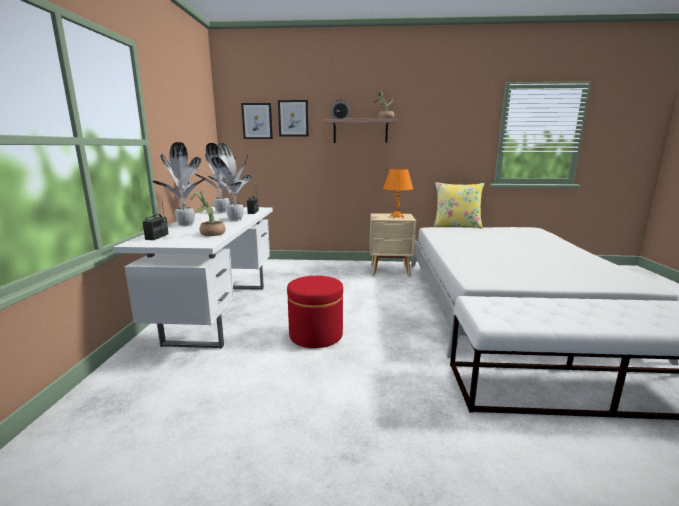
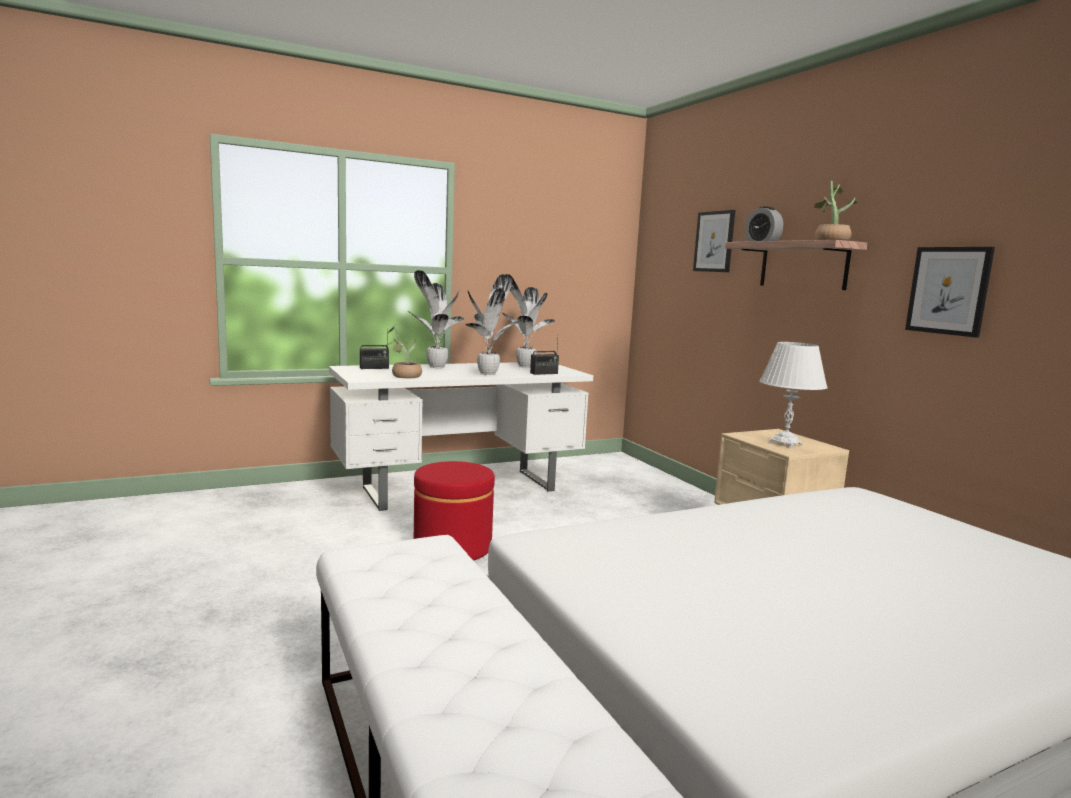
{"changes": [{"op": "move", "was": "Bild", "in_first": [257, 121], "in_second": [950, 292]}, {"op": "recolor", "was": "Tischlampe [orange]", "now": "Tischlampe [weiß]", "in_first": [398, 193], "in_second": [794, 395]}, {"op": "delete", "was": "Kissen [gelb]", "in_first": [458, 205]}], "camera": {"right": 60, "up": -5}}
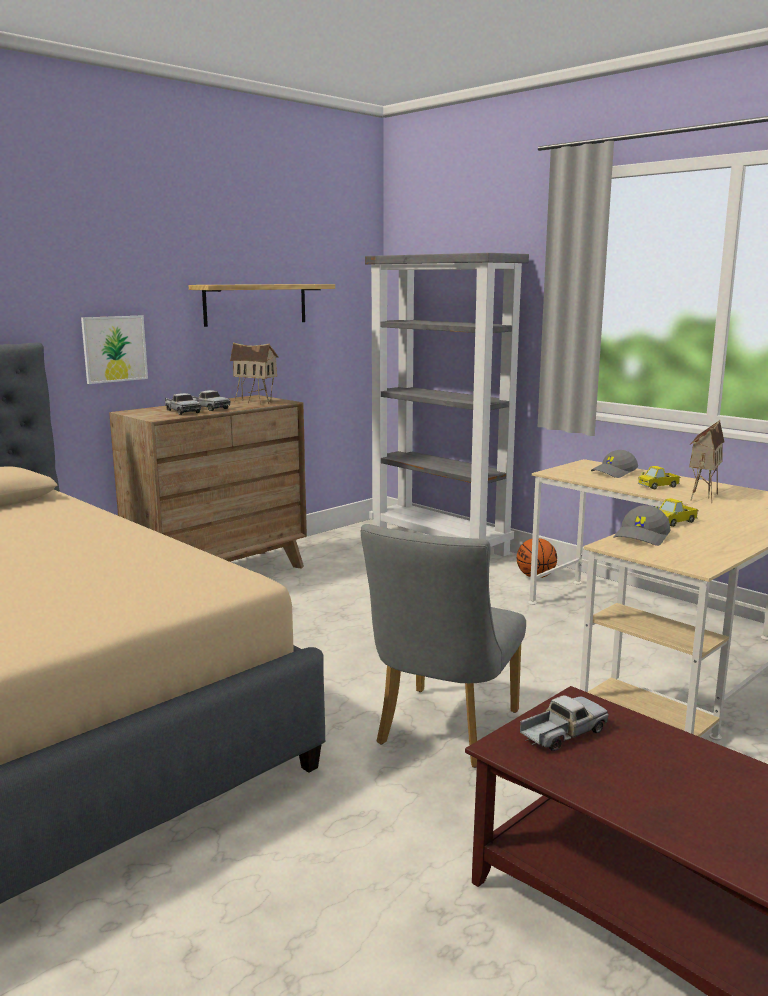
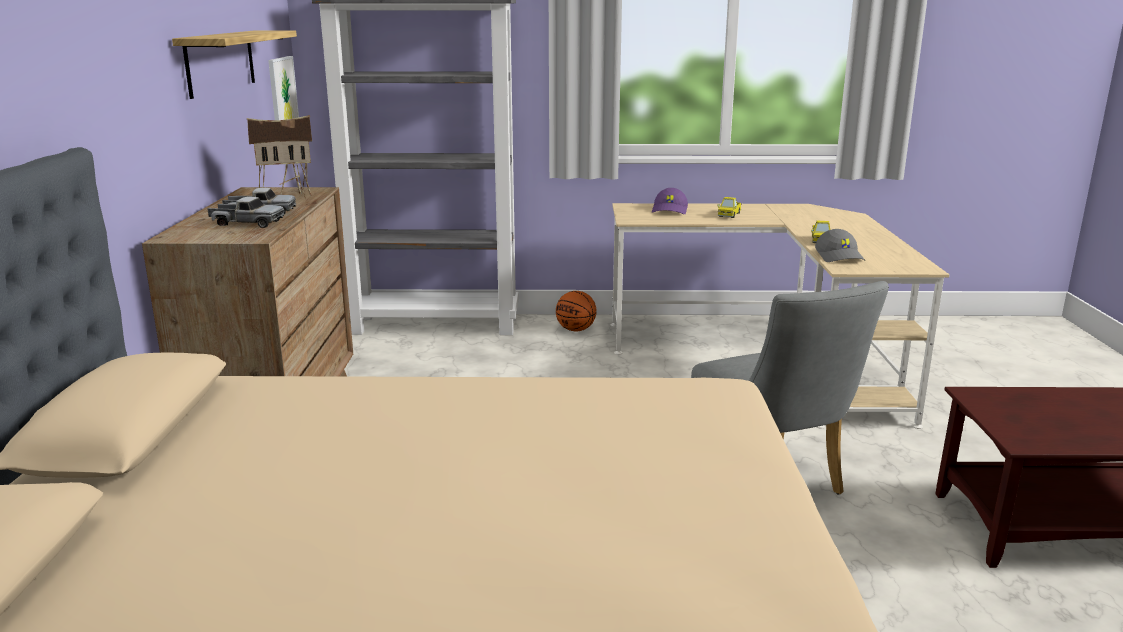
{"changes": [{"op": "move", "was": "Bild", "in_first": [114, 349], "in_second": [283, 88]}, {"op": "delete", "was": "Spielzeughaus", "in_first": [707, 461]}, {"op": "recolor", "was": "Kappe [grau]", "now": "Kappe [lila]", "in_first": [614, 464], "in_second": [670, 201]}, {"op": "delete", "was": "Spielzeuglaster", "in_first": [564, 723]}], "camera": {"right": -45, "up": 5}}
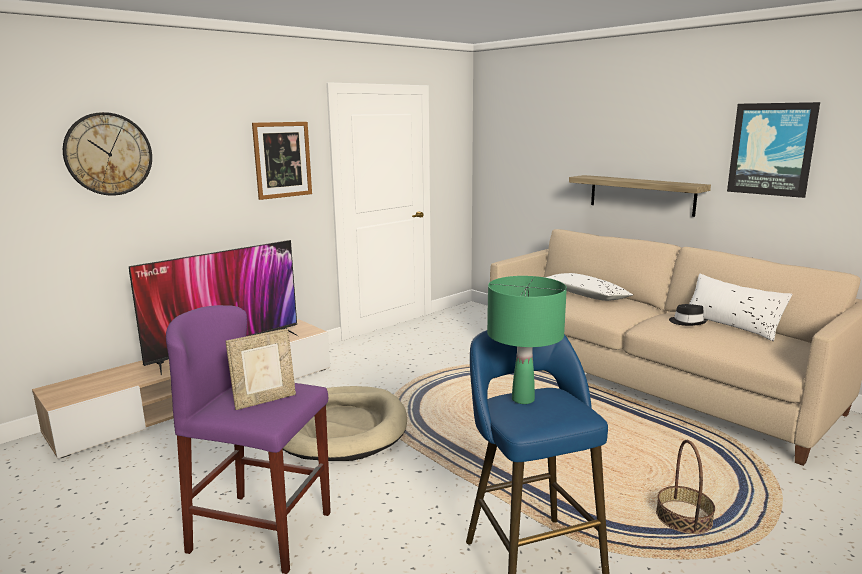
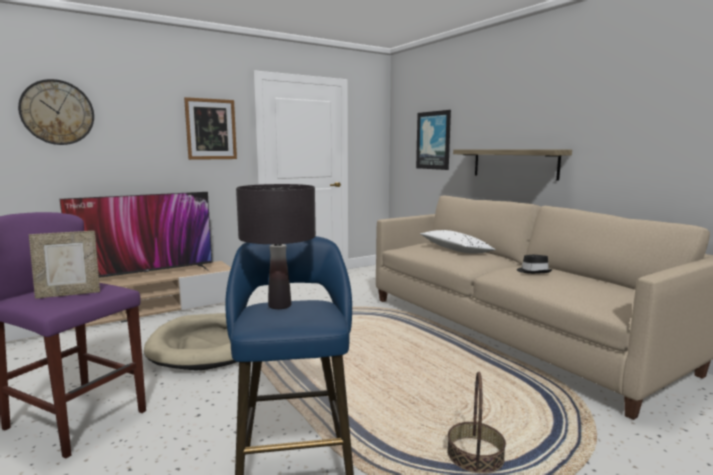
{"changes": [{"op": "move", "was": "Bild", "in_first": [773, 150], "in_second": [433, 140]}, {"op": "delete", "was": "Kissen [weiß]", "in_first": [740, 307]}, {"op": "recolor", "was": "Tischlampe [grün]", "now": "Tischlampe [schwarz]", "in_first": [527, 340], "in_second": [276, 246]}], "camera": {"right": 10, "up": -5}}
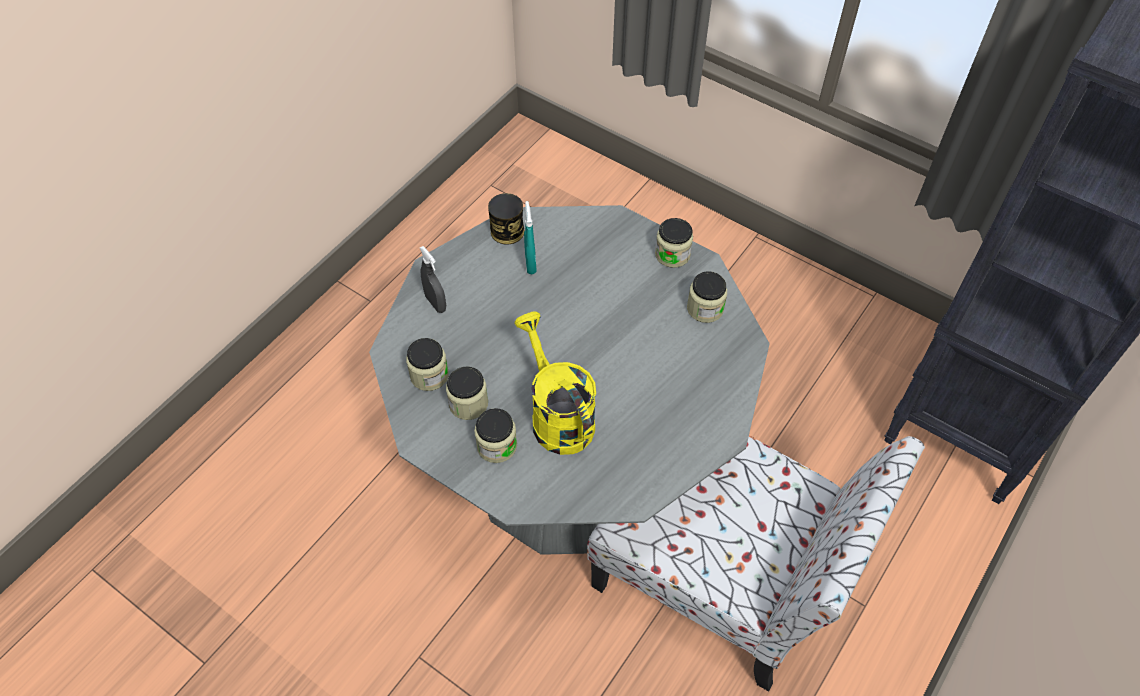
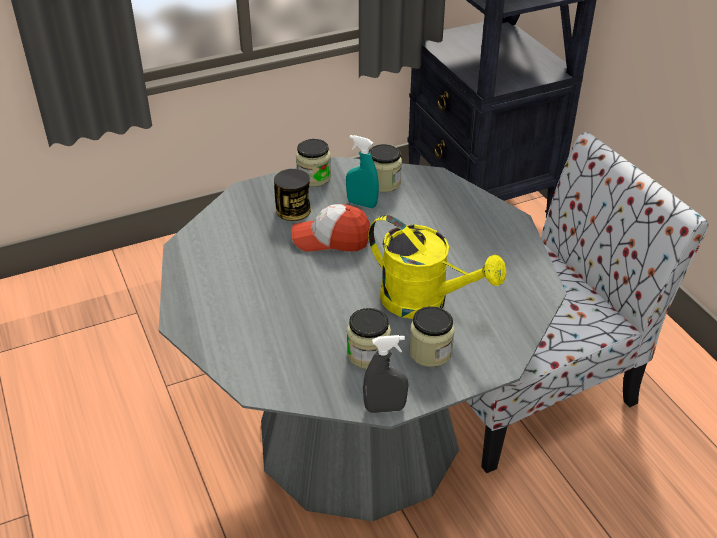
{"changes": [{"op": "move", "was": "Dose", "in_first": [506, 219], "in_second": [292, 195]}, {"op": "move", "was": "Sprühflasche [türkis]", "in_first": [530, 237], "in_second": [362, 171]}, {"op": "move", "was": "Sprühflasche [grau]", "in_first": [433, 279], "in_second": [385, 374]}, {"op": "rotate", "was": "Gießkanne [gelb]", "in_first": [555, 383], "in_second": [437, 267], "clockwise": -150}, {"op": "delete", "was": "Vorratsglas", "in_first": [427, 364]}, {"op": "insert", "now": "Kappe", "in_second": [331, 228]}], "camera": {"right": -60, "up": -15}}
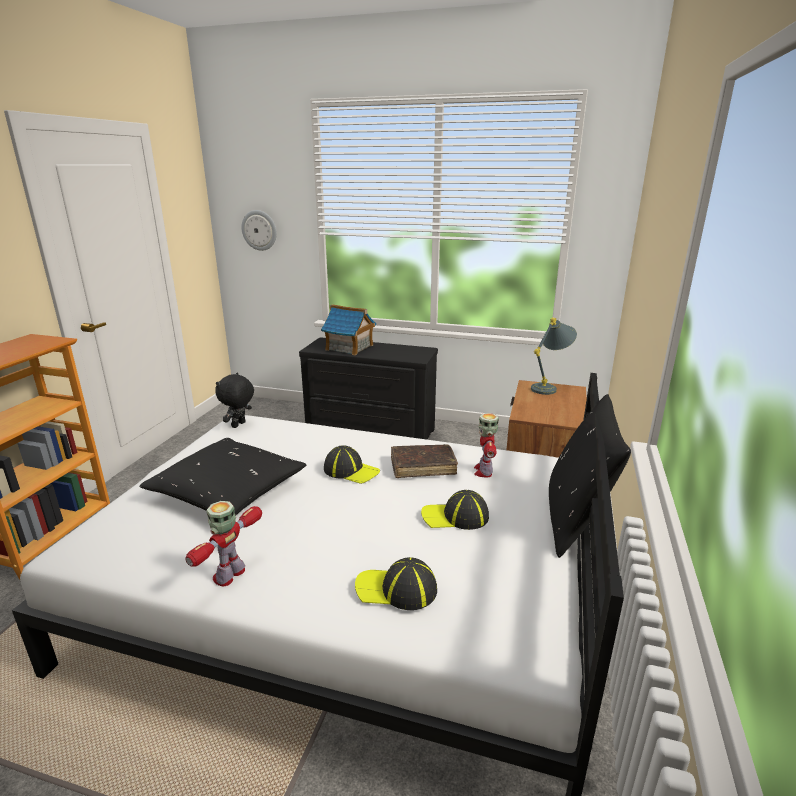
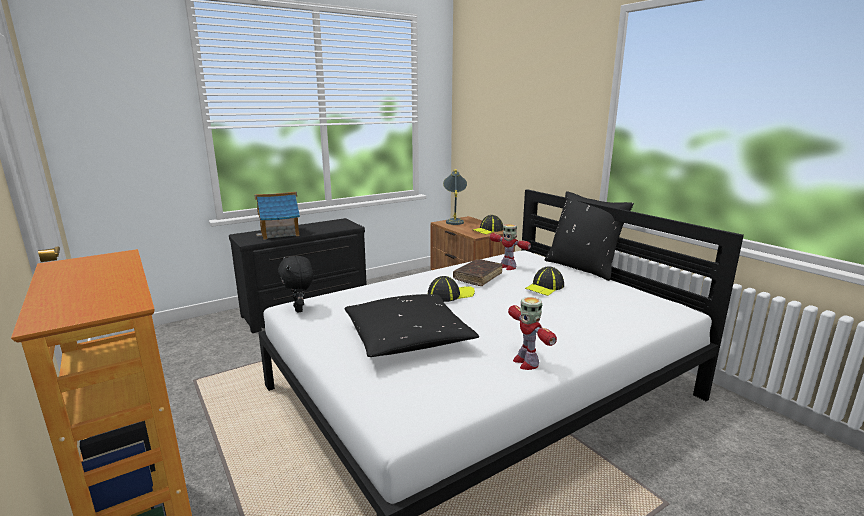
{"changes": [{"op": "delete", "was": "Wanduhr", "in_first": [259, 230]}, {"op": "move", "was": "Kappe", "in_first": [396, 583], "in_second": [488, 225]}], "camera": {"right": -50, "up": -5}}
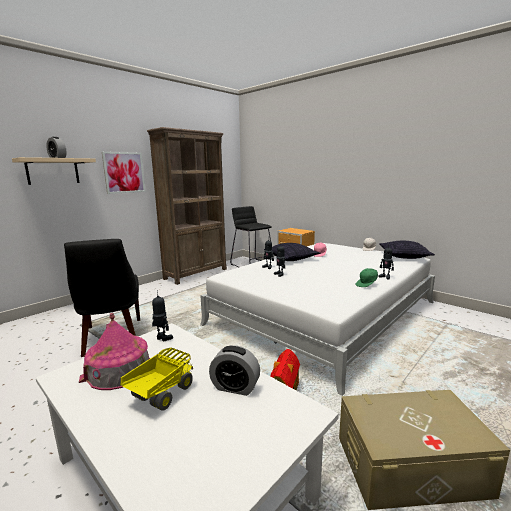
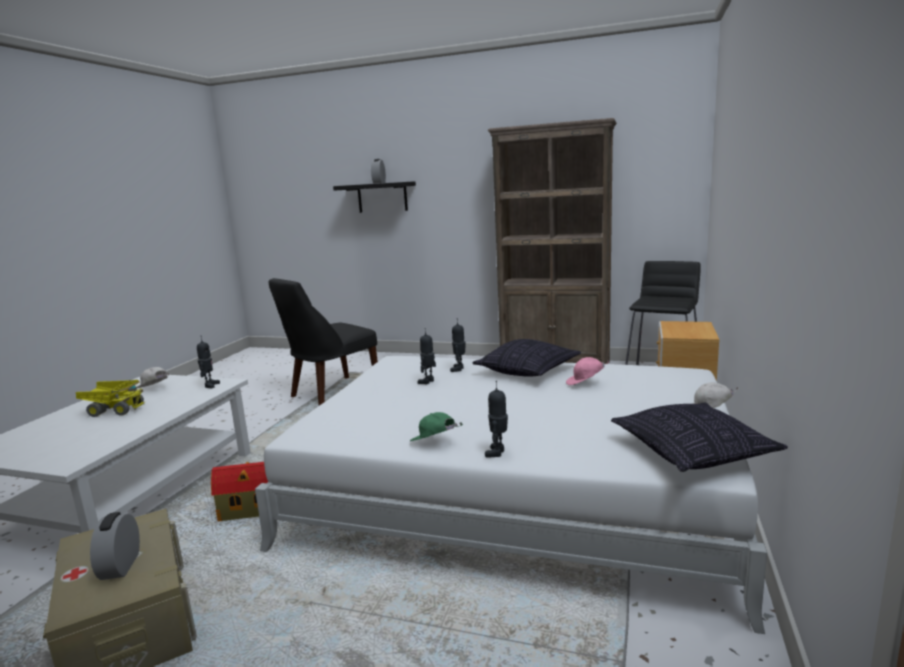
{"changes": [{"op": "delete", "was": "Bild", "in_first": [123, 173]}, {"op": "recolor", "was": "Wandregal [beige]", "now": "Wandregal [schwarz]", "in_first": [54, 171], "in_second": [374, 197]}, {"op": "replace", "was": "Spielzeughaus", "now": "Kappe [weiß]", "in_first": [114, 351], "in_second": [152, 377]}, {"op": "move", "was": "Wecker", "in_first": [234, 370], "in_second": [115, 546]}], "camera": {"right": 65, "up": 0}}
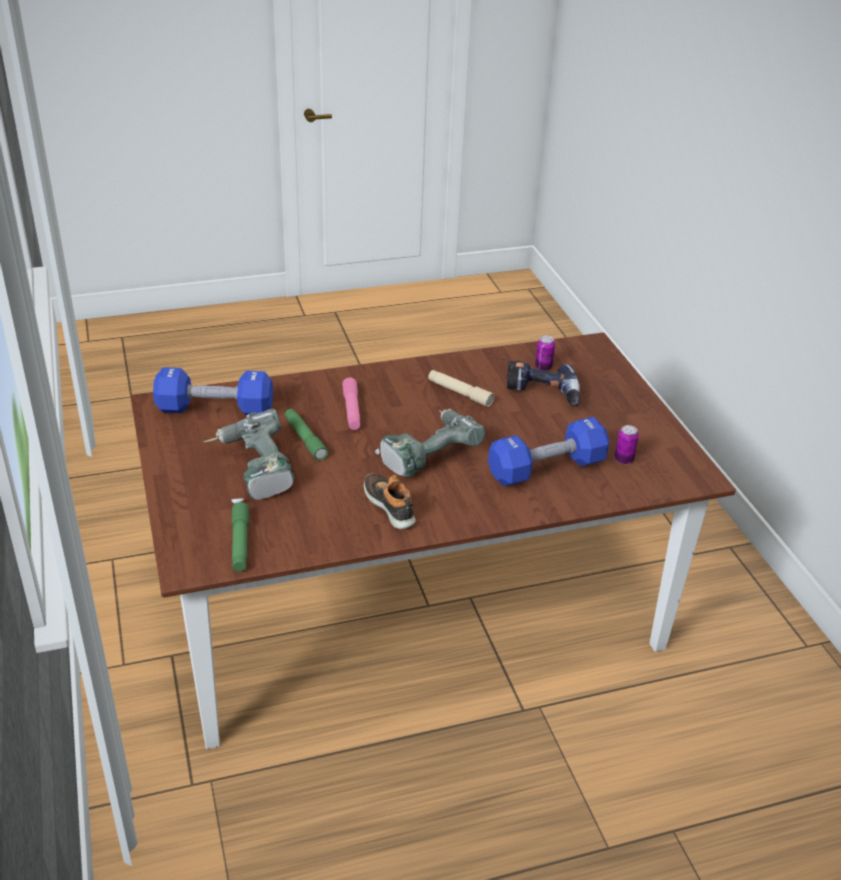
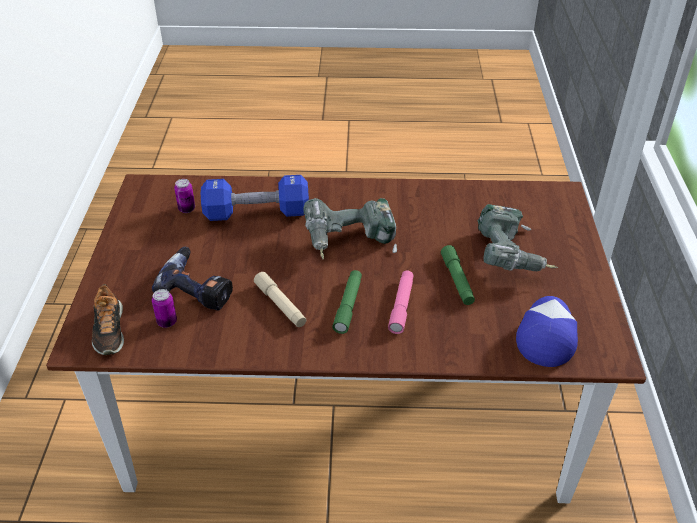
{"changes": [{"op": "replace", "was": "Hantel [blau]", "now": "Kappe", "in_first": [213, 391], "in_second": [547, 331]}, {"op": "move", "was": "Schuh", "in_first": [390, 501], "in_second": [108, 319]}, {"op": "move", "was": "Taschenlampe [grün]", "in_first": [240, 537], "in_second": [347, 302]}], "camera": {"right": -160, "up": 5}}
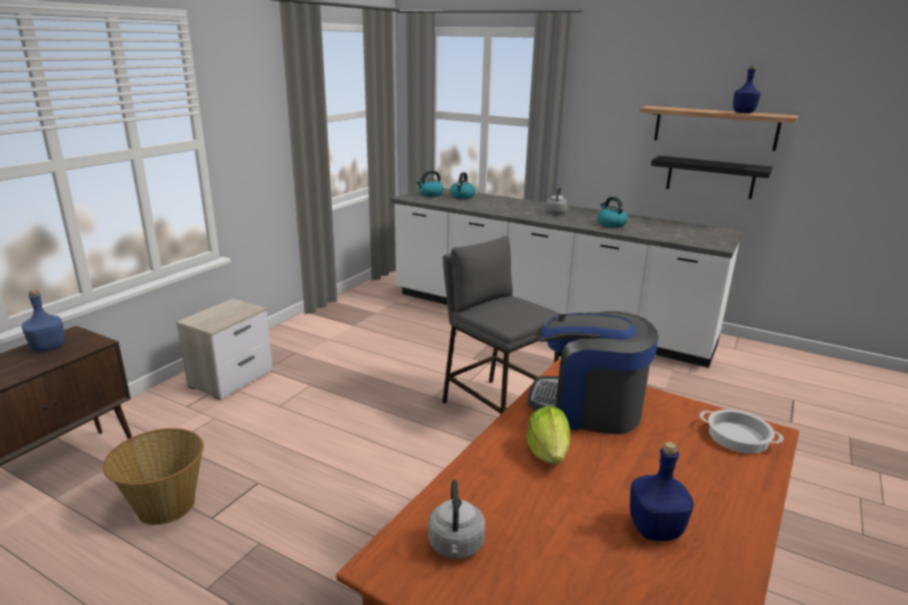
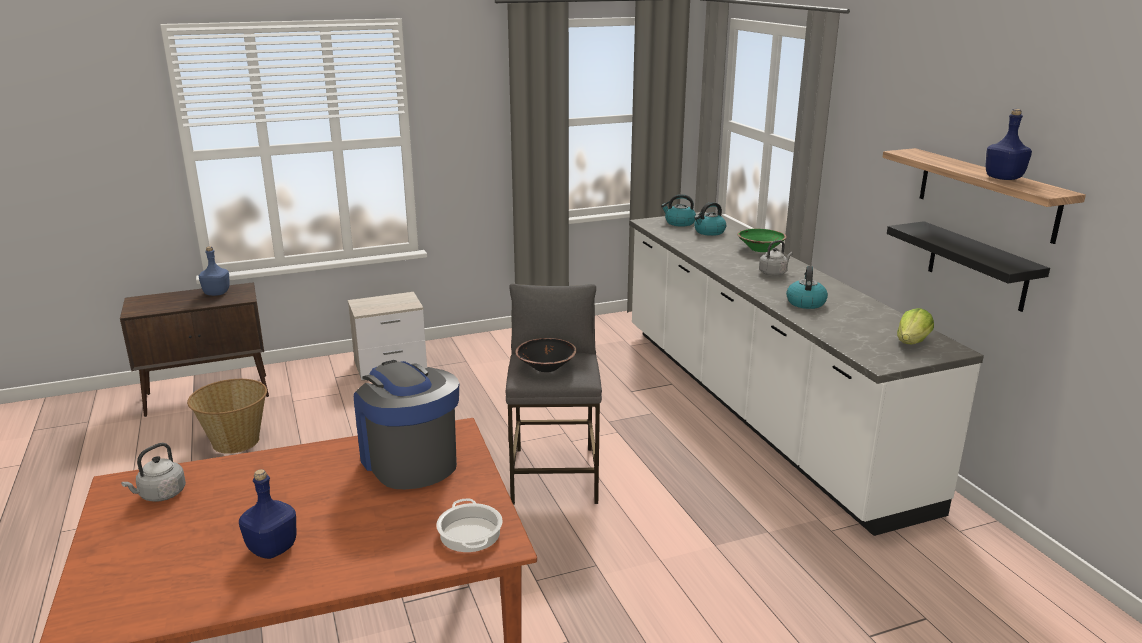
{"changes": [{"op": "move", "was": "Salatkopf", "in_first": [548, 435], "in_second": [915, 326]}, {"op": "insert", "now": "Schüssel [grün]", "in_second": [762, 240]}, {"op": "insert", "now": "Schüssel [schwarz]", "in_second": [546, 355]}], "camera": {"right": 40, "up": 0}}
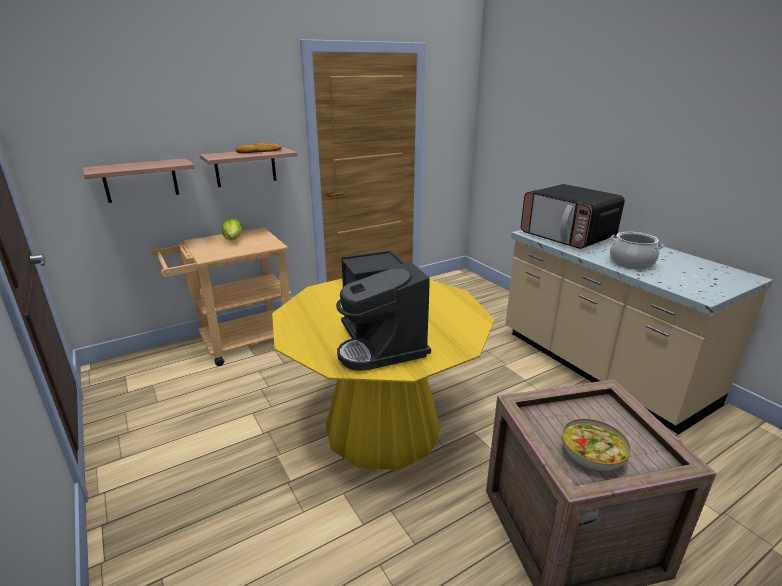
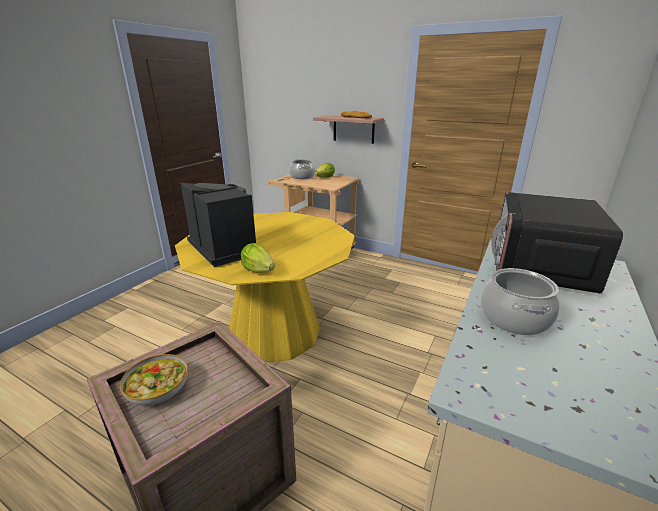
{"changes": [{"op": "delete", "was": "Wandregal", "in_first": [139, 180]}, {"op": "rotate", "was": "Kaffeemaschine", "in_first": [383, 310], "in_second": [218, 225], "clockwise": 105}, {"op": "insert", "now": "Kochtopf", "in_second": [302, 169]}, {"op": "insert", "now": "Salatkopf", "in_second": [258, 258]}], "camera": {"right": 60, "up": 0}}
